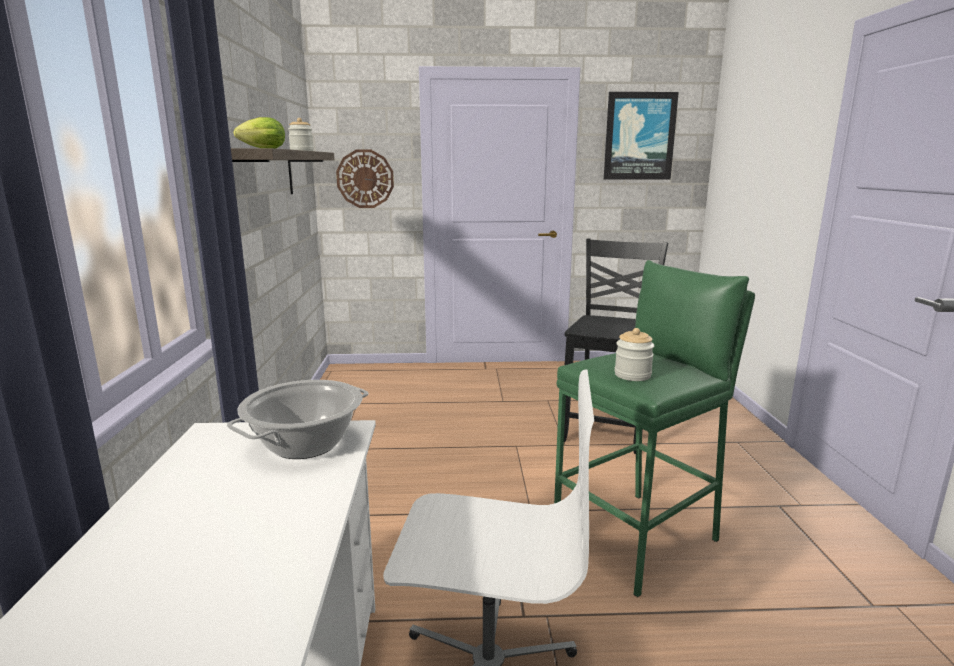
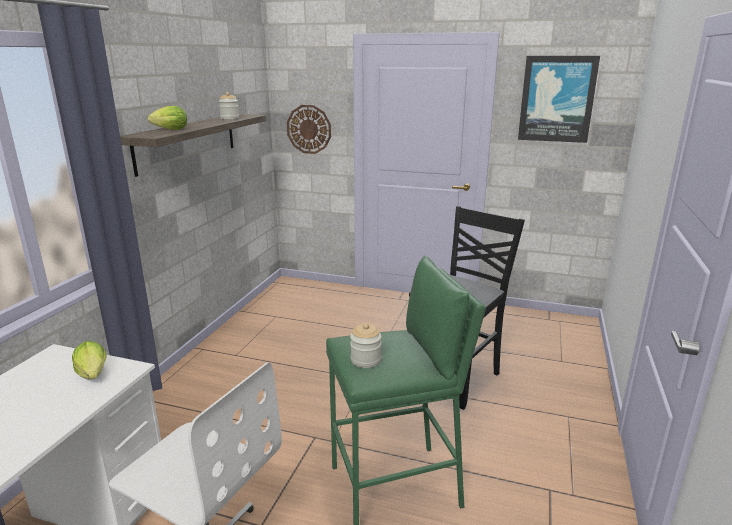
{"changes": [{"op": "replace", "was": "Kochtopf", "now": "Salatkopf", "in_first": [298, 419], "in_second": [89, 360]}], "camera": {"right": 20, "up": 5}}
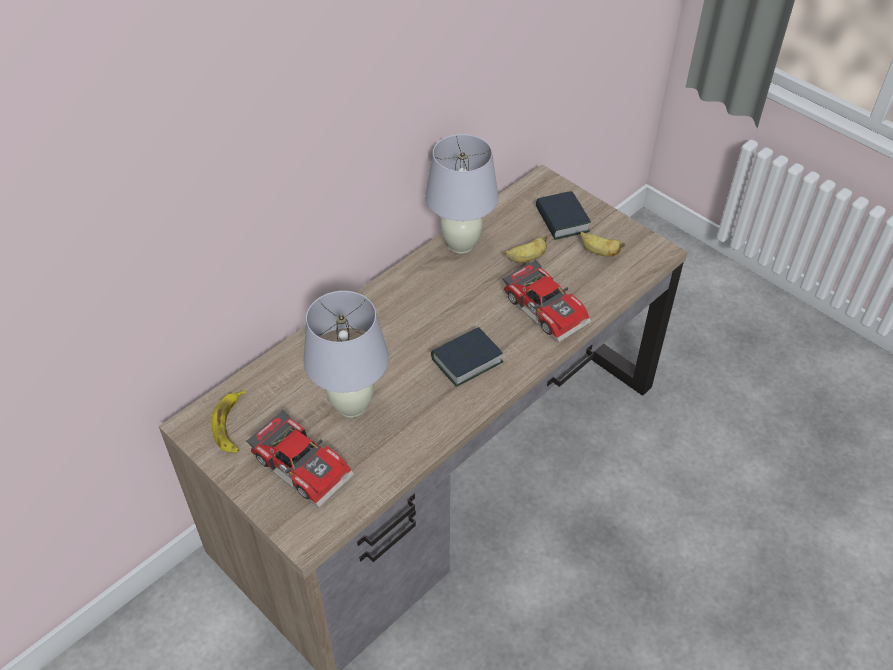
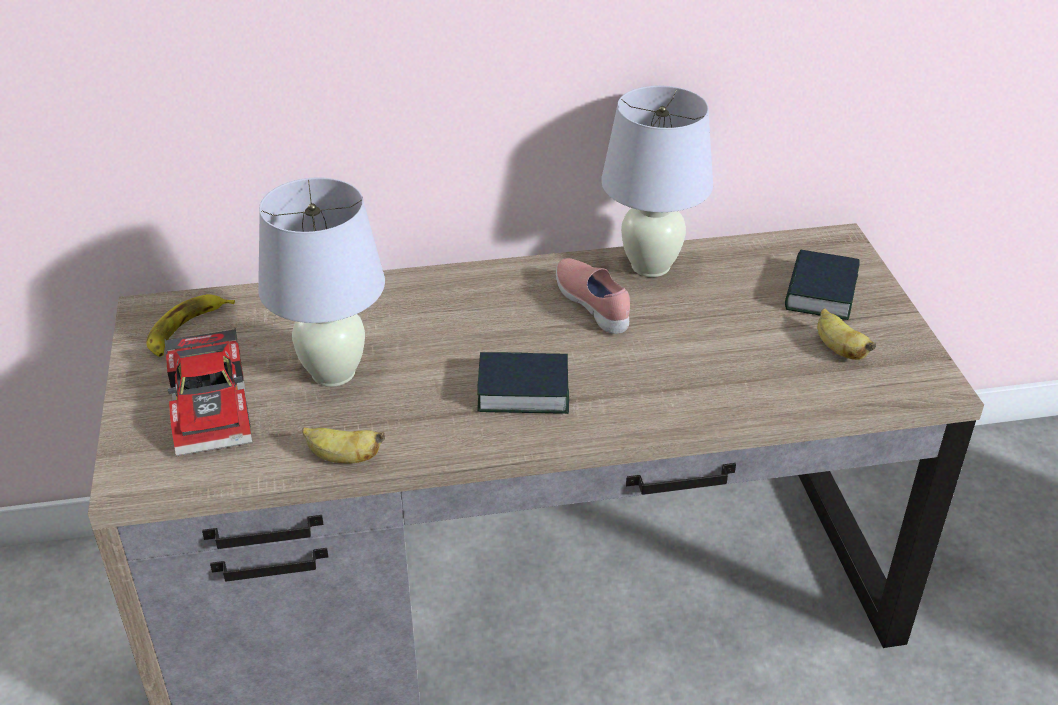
{"changes": [{"op": "move", "was": "Banane", "in_first": [526, 249], "in_second": [343, 445]}, {"op": "delete", "was": "Spielzeugauto", "in_first": [547, 301]}, {"op": "insert", "now": "Schuh [rosa]", "in_second": [593, 296]}], "camera": {"right": 35, "up": -10}}
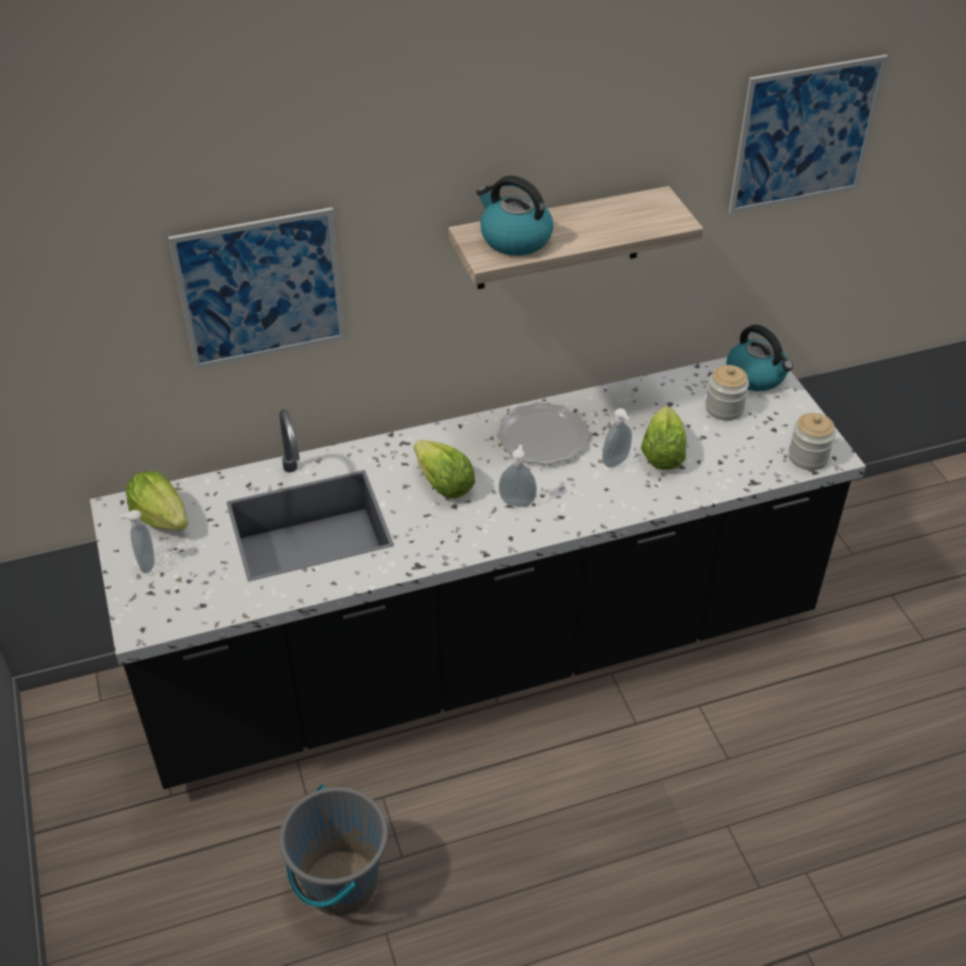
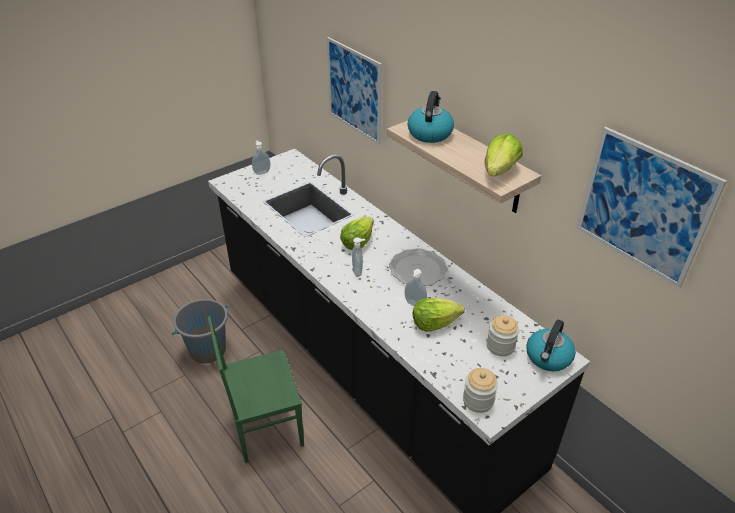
{"changes": [{"op": "move", "was": "Salatkopf", "in_first": [156, 501], "in_second": [503, 154]}, {"op": "insert", "now": "Stuhl [grün]", "in_second": [256, 389]}], "camera": {"right": 70, "up": -5}}
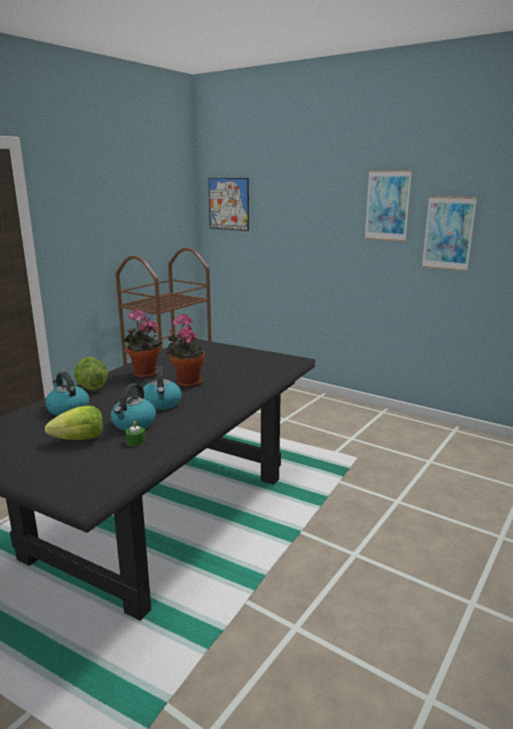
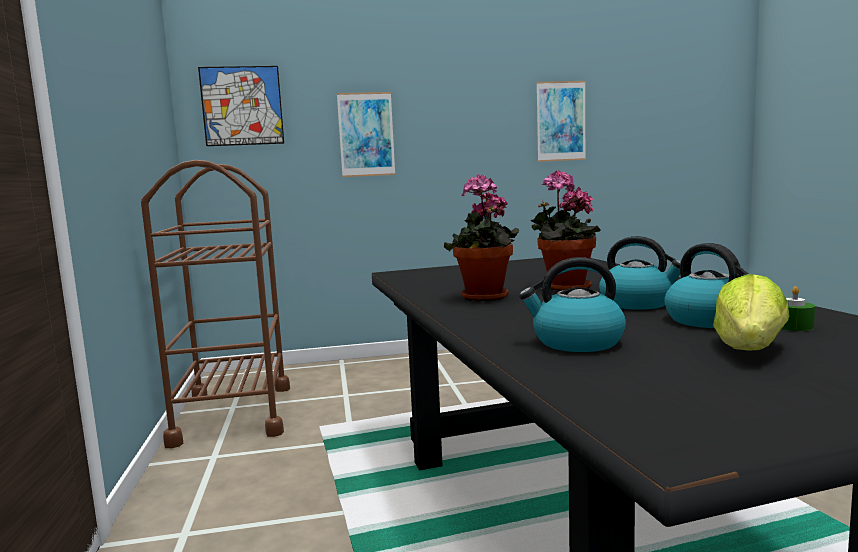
{"changes": [{"op": "move", "was": "Bild", "in_first": [388, 205], "in_second": [366, 134]}, {"op": "delete", "was": "Salatkopf", "in_first": [91, 374]}], "camera": {"right": -45, "up": -10}}
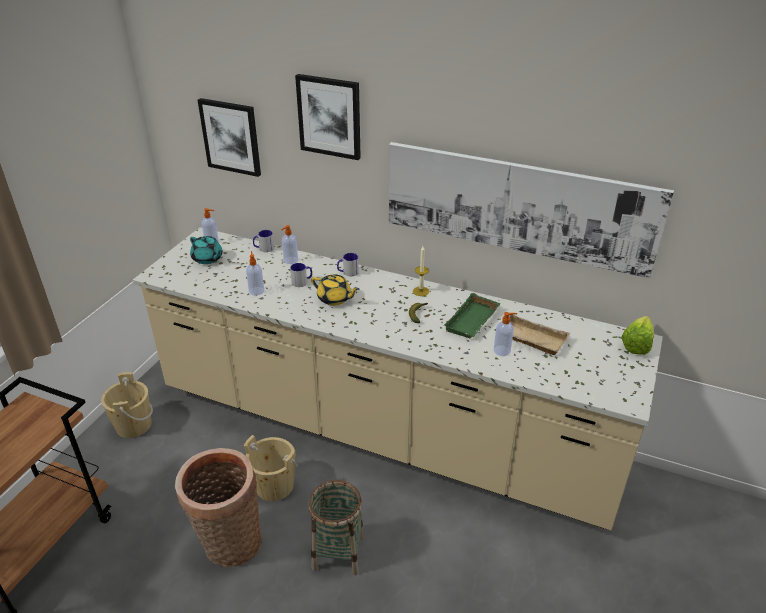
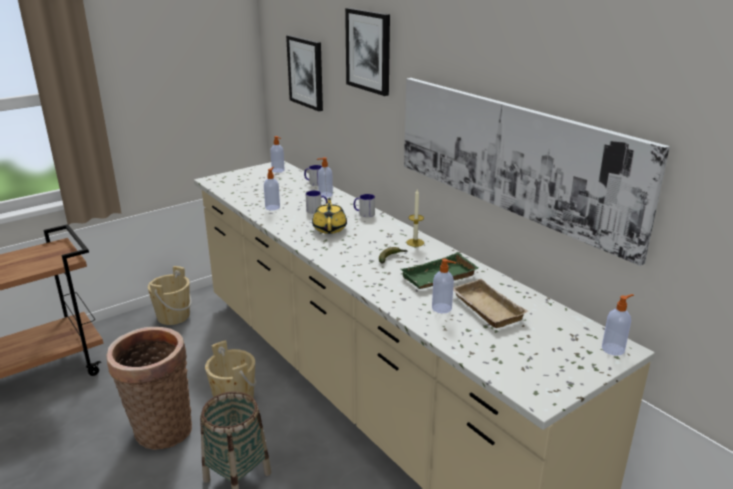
{"changes": [{"op": "delete", "was": "Teekanne [türkis]", "in_first": [206, 250]}, {"op": "rotate", "was": "Teekanne [gelb]", "in_first": [335, 290], "in_second": [329, 216], "clockwise": -150}, {"op": "replace", "was": "Salatkopf", "now": "Seifenspender", "in_first": [637, 335], "in_second": [618, 325]}], "camera": {"right": 30, "up": -10}}
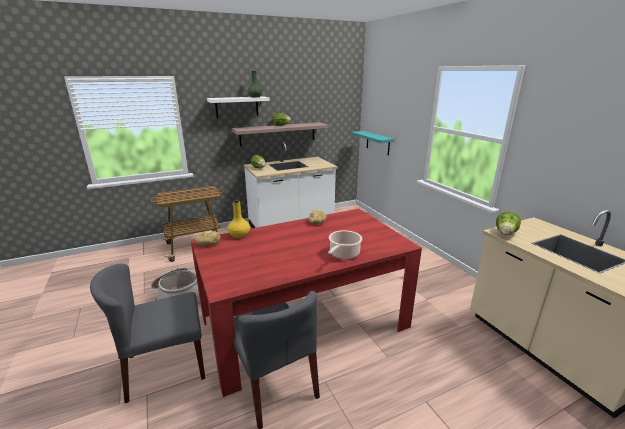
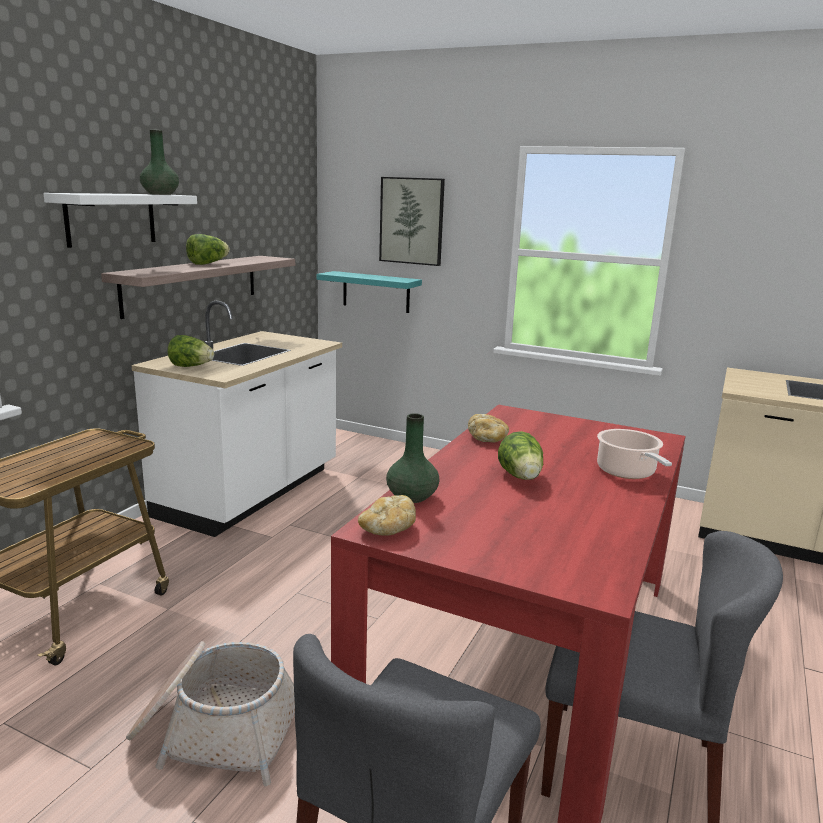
{"changes": [{"op": "recolor", "was": "Vase [gelb]", "now": "Vase [grün]", "in_first": [238, 219], "in_second": [413, 458]}, {"op": "move", "was": "Salatkopf", "in_first": [508, 223], "in_second": [520, 455]}, {"op": "insert", "now": "Bild", "in_second": [412, 221]}], "camera": {"right": -40, "up": -5}}
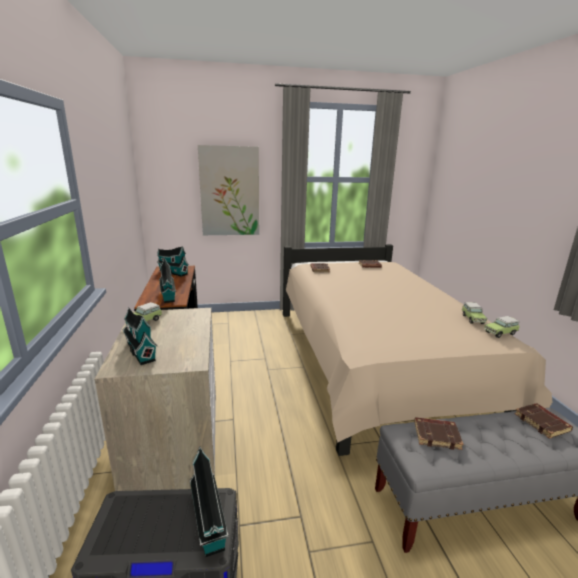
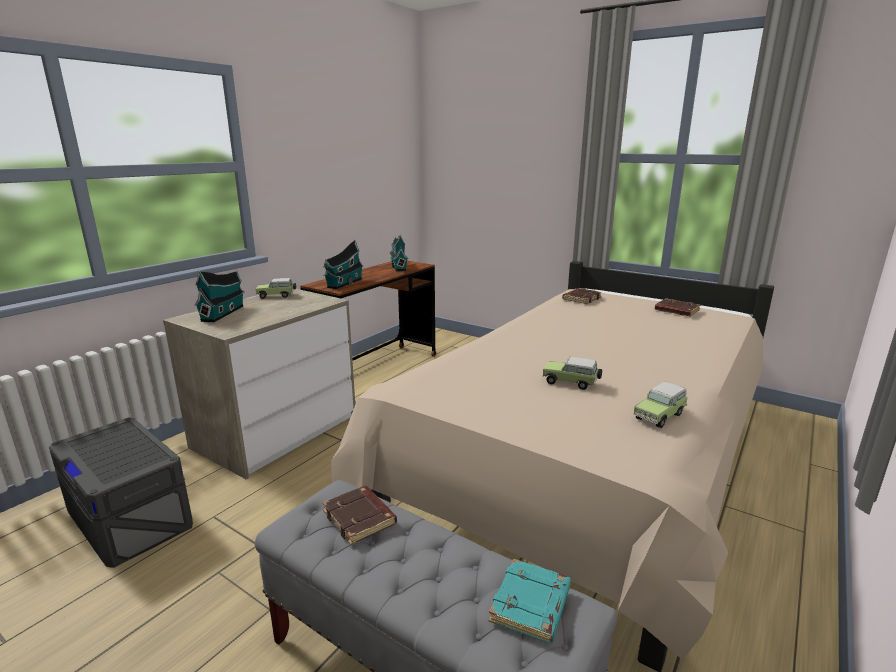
{"changes": [{"op": "delete", "was": "Bild", "in_first": [228, 190]}, {"op": "move", "was": "Spielzeugauto", "in_first": [502, 327], "in_second": [572, 373]}, {"op": "recolor", "was": "Buch [braun]", "now": "Buch [türkis]", "in_first": [544, 421], "in_second": [530, 601]}, {"op": "delete", "was": "Spielzeughaus", "in_first": [209, 502]}], "camera": {"right": 45, "up": 0}}
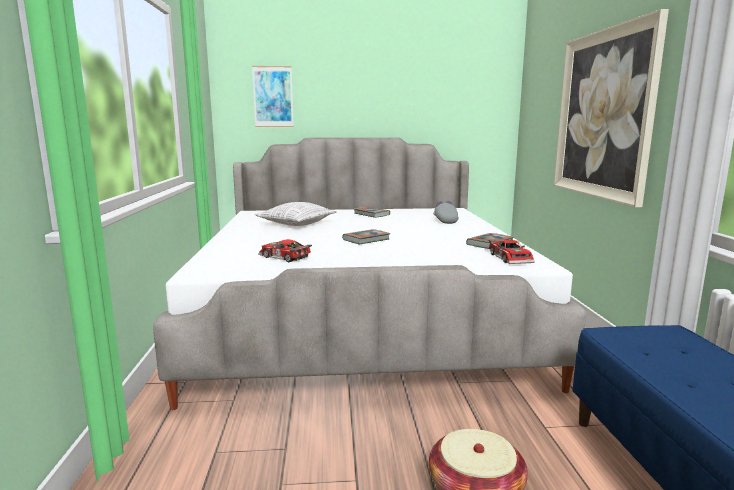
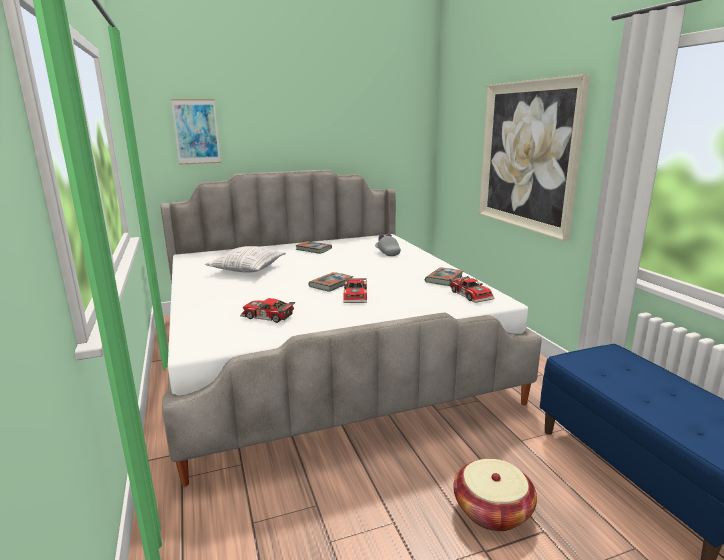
{"changes": [{"op": "insert", "now": "Spielzeugauto", "in_second": [355, 290]}], "camera": {"right": -15, "up": 5}}
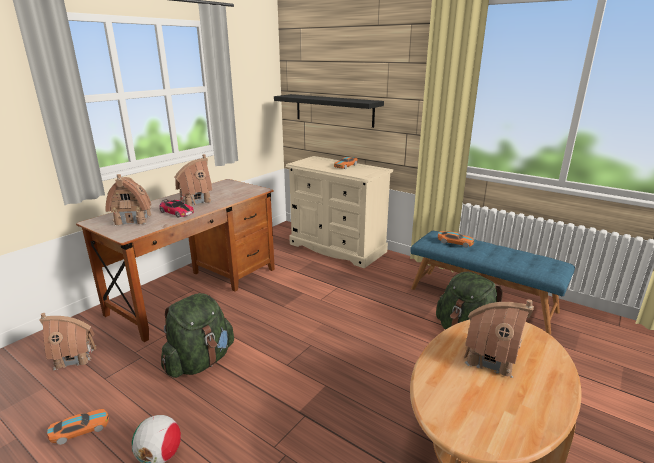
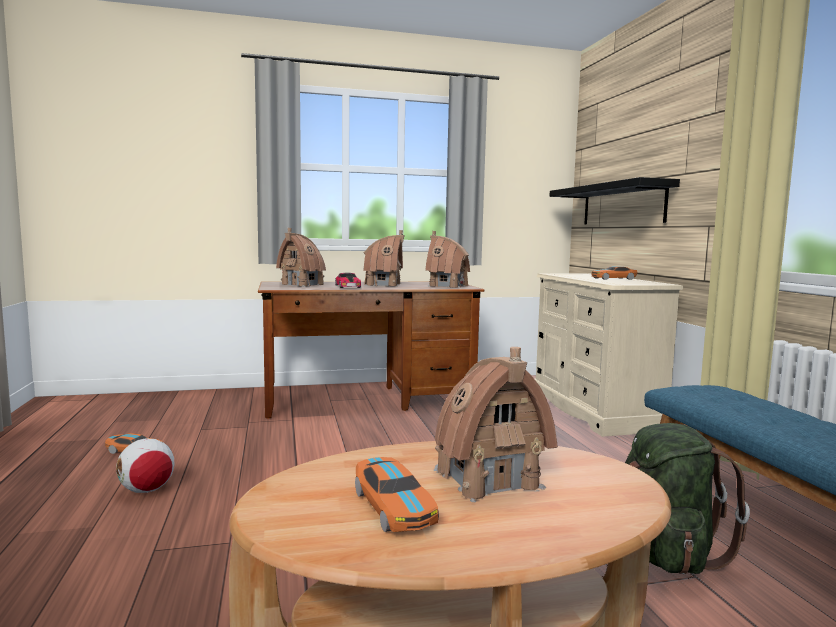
{"changes": [{"op": "move", "was": "Spielzeugauto", "in_first": [456, 239], "in_second": [397, 494]}, {"op": "delete", "was": "Rucksack [grün]", "in_first": [197, 335]}, {"op": "move", "was": "Spielzeughaus", "in_first": [68, 341], "in_second": [448, 259]}], "camera": {"right": 40, "up": -15}}
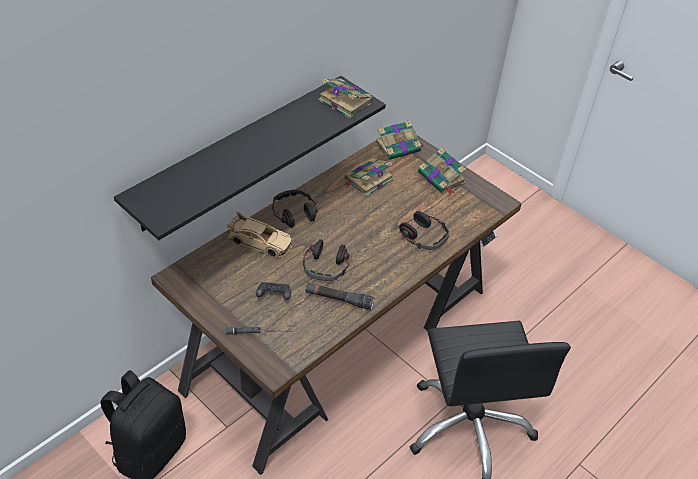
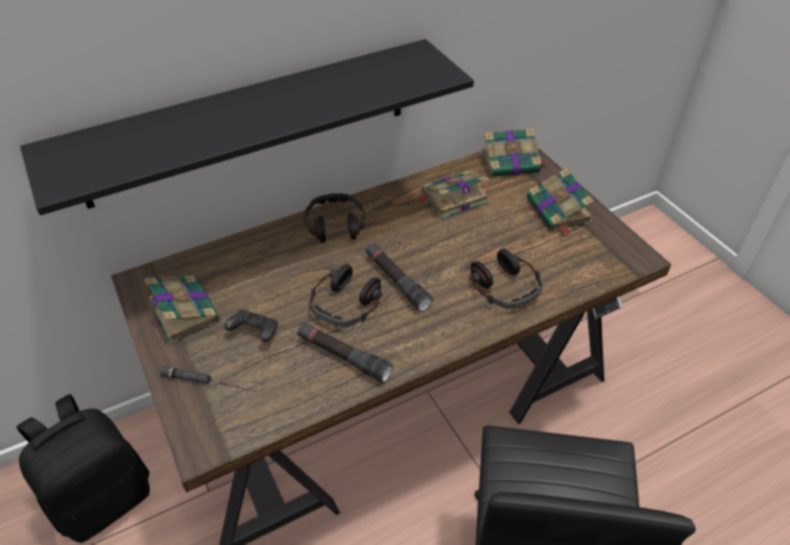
{"changes": [{"op": "move", "was": "Buch", "in_first": [345, 98], "in_second": [182, 310]}, {"op": "delete", "was": "Spielzeugauto [beige]", "in_first": [259, 234]}, {"op": "insert", "now": "Taschenlampe [schwarz]", "in_second": [399, 277]}], "camera": {"right": 20, "up": 0}}
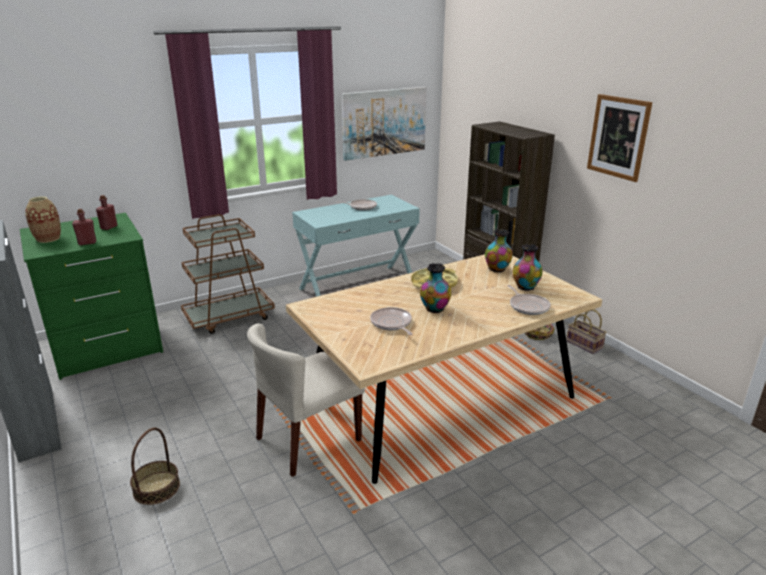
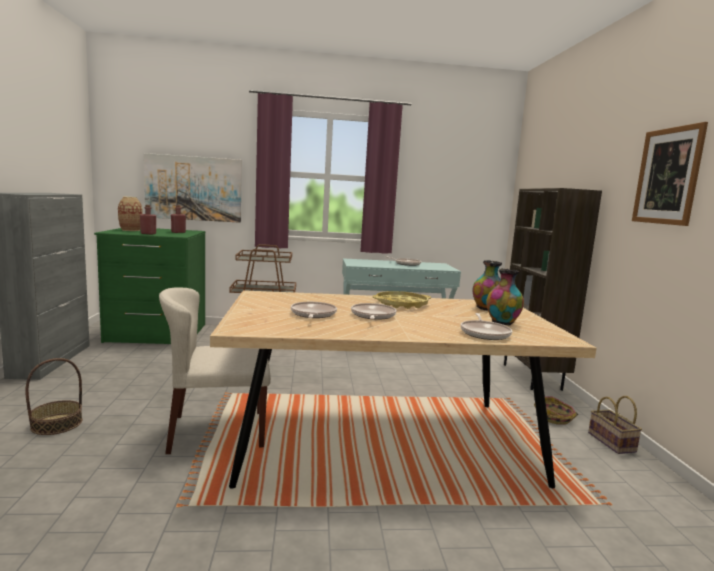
{"changes": [{"op": "move", "was": "Bild", "in_first": [384, 124], "in_second": [193, 188]}, {"op": "replace", "was": "Vase", "now": "Pfanne", "in_first": [435, 288], "in_second": [374, 311]}], "camera": {"right": 25, "up": -15}}
